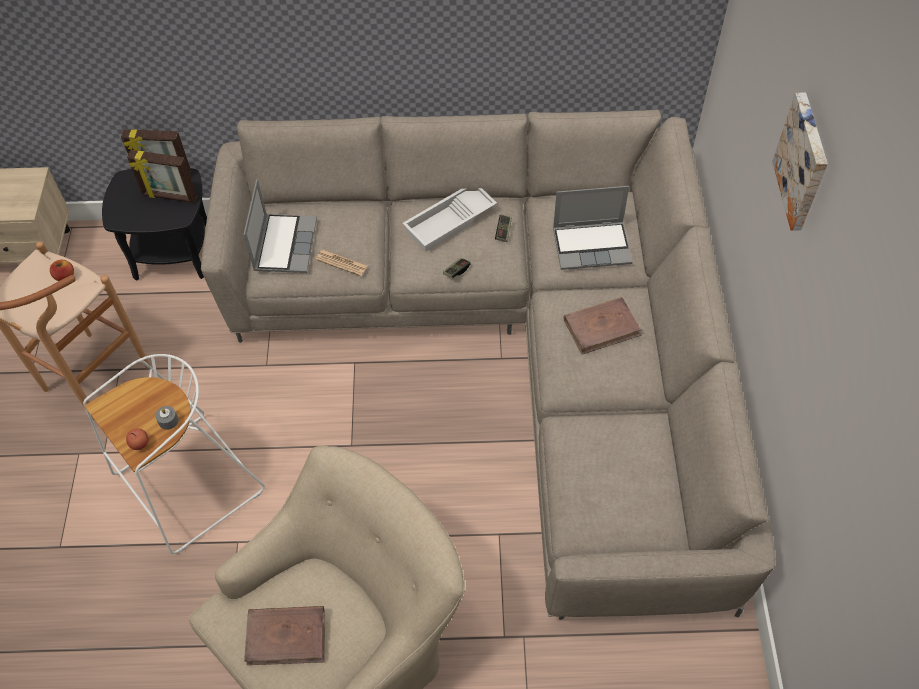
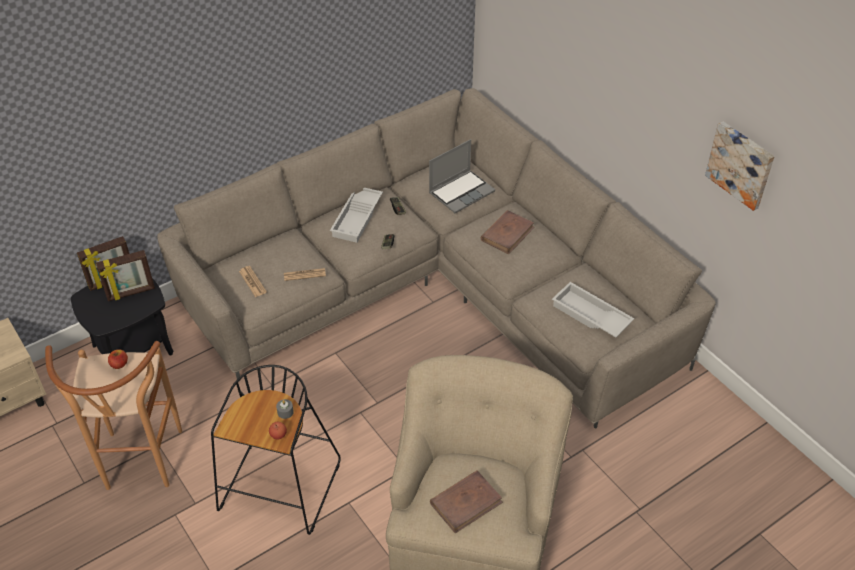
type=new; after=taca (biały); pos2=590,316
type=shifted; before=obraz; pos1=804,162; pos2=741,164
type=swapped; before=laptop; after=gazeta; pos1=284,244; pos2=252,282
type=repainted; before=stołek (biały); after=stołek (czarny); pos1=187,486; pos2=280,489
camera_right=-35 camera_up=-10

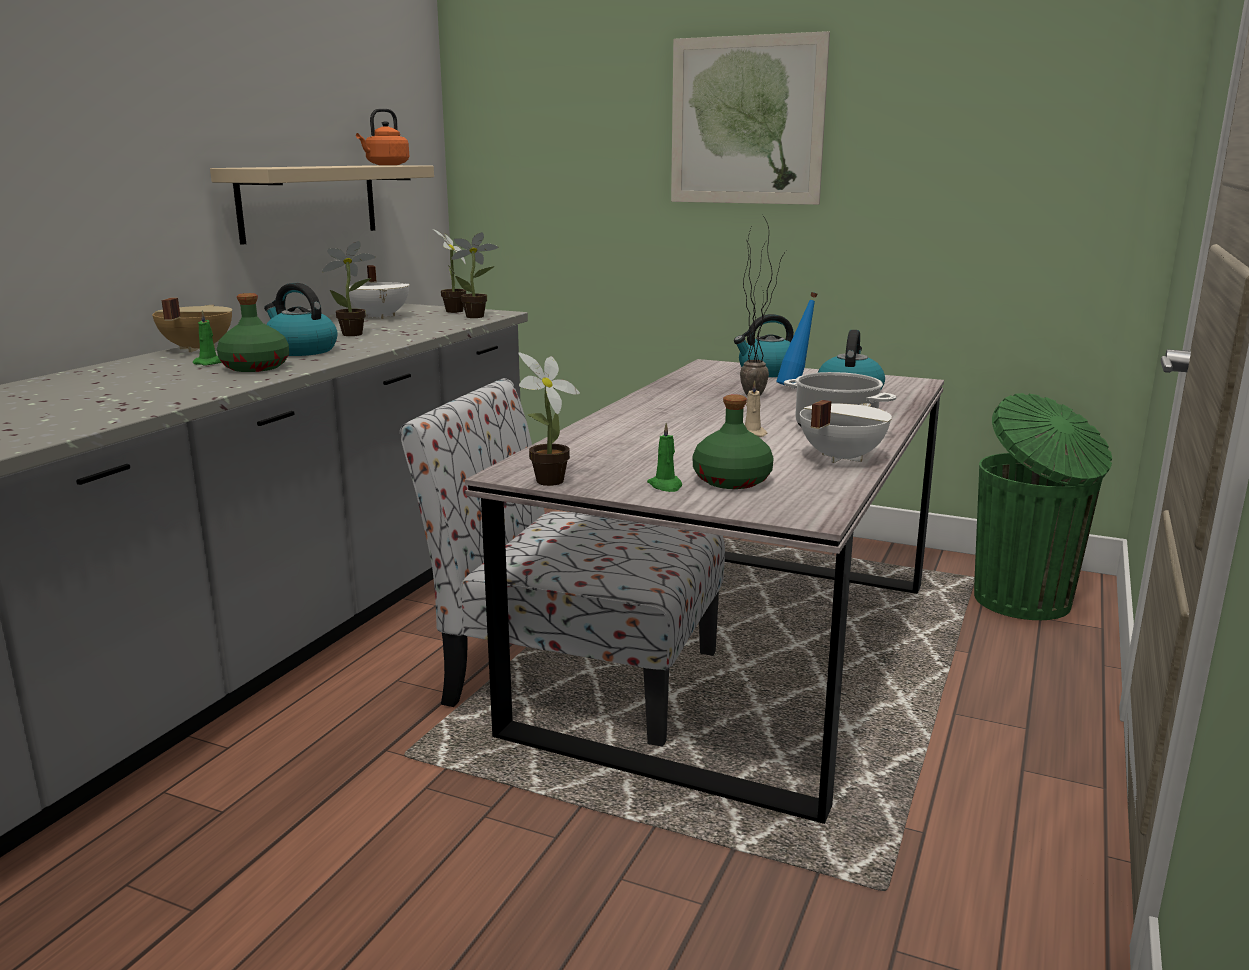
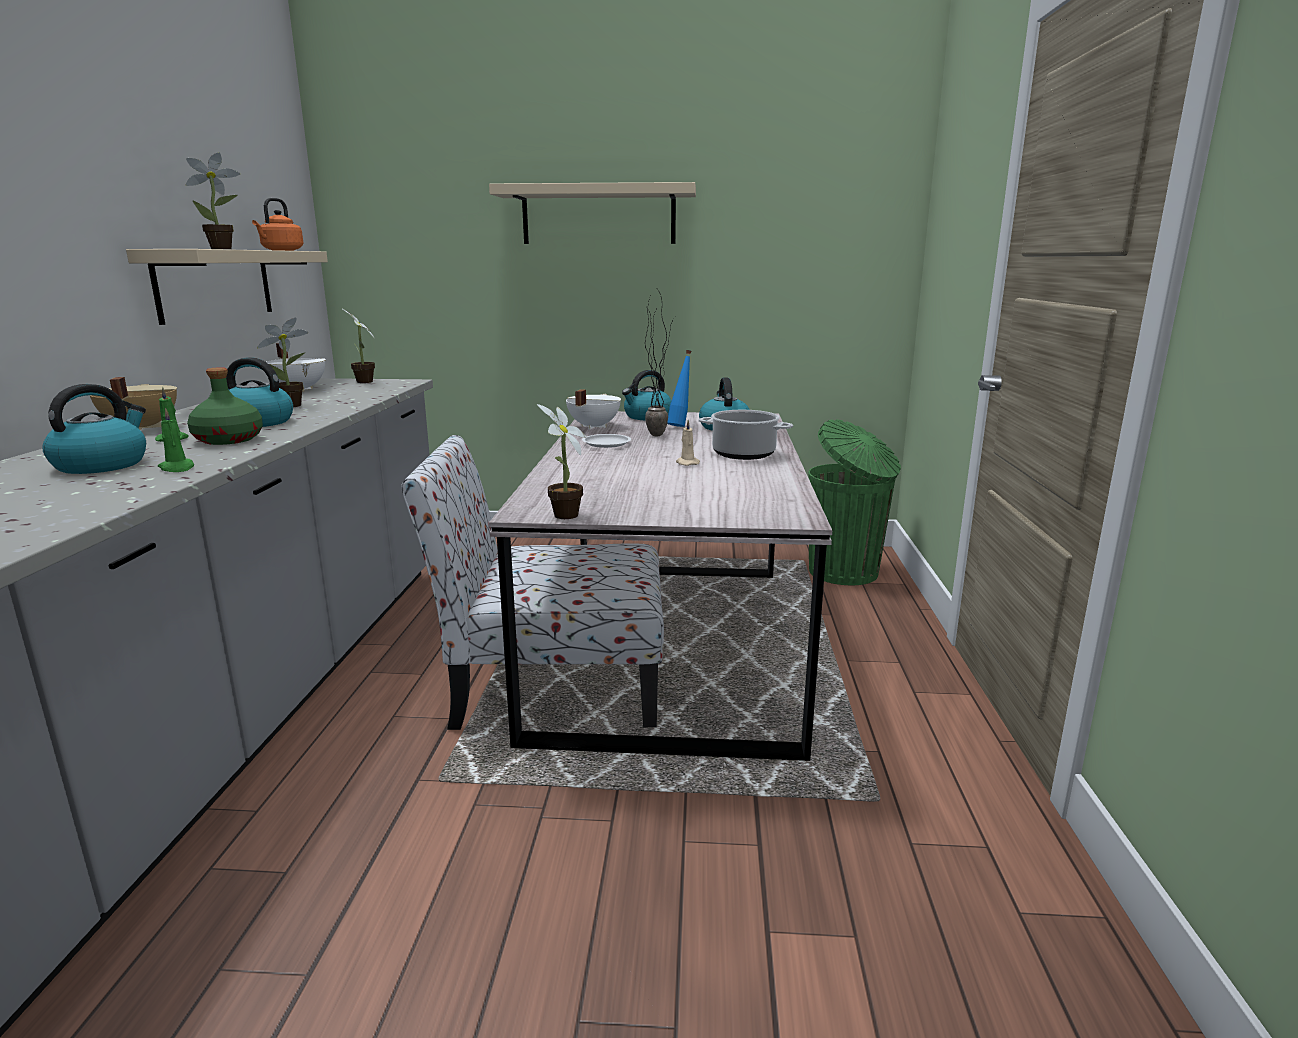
type=gone; before=butelka (zielony); pos1=731,481
type=new; after=czajnik; pos2=102,465
type=new; after=talerz (biały); pos2=607,444
type=shifted; before=roślina doniczkowa; pos1=478,316; pos2=225,249
type=shifted; before=świeca (zielony); pos1=666,486; pos2=177,468
type=shifted; before=garnek (biały); pos1=839,458; pos2=592,426
type=swapped; before=obraz; after=półka (beżowy); pos1=746,121; pos2=598,215
camera_right=-20 camera_up=0

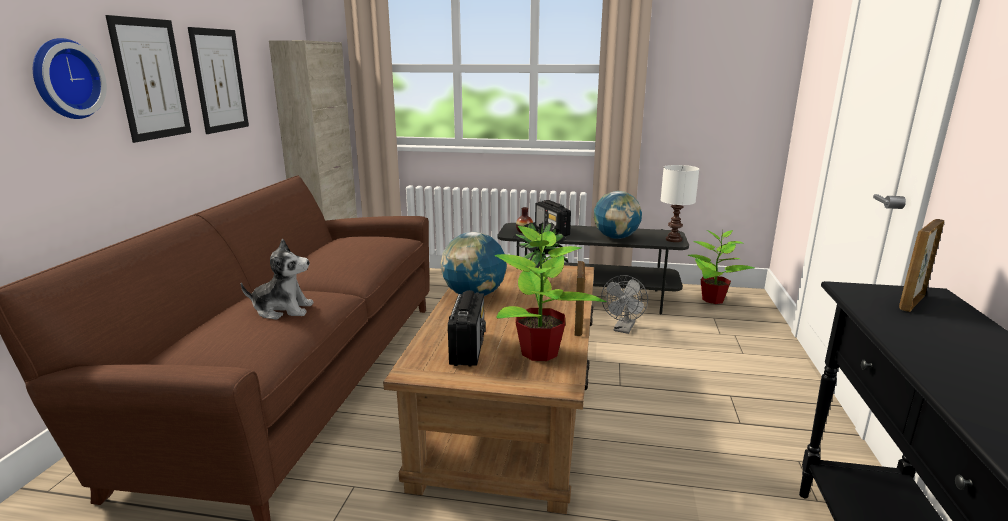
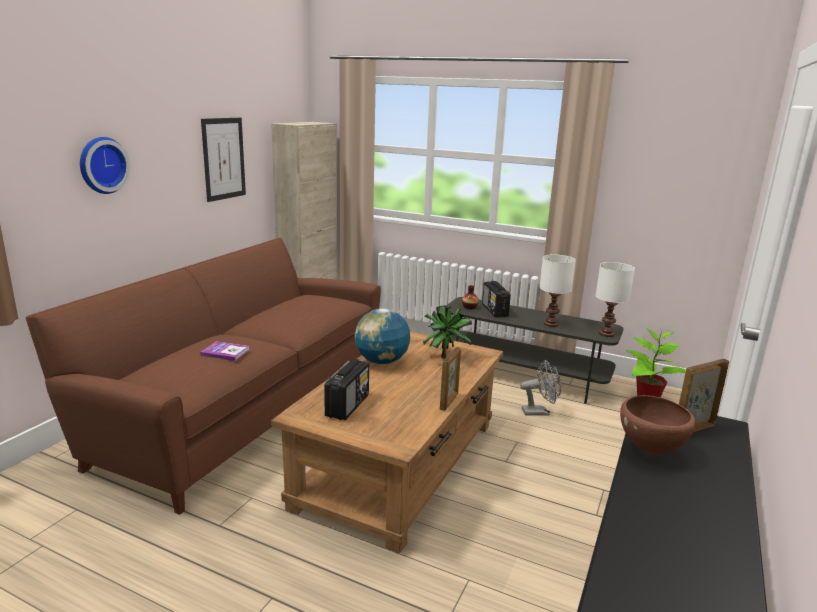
type=gone; before=obraz; pos1=151,79
type=gone; before=roślina doniczkowa; pos1=540,352
type=new; after=miska (brązowy); pos2=651,451
type=swapped; before=pluszak; after=książka; pos1=283,310; pos2=225,352
type=swapped; before=globus; after=lampa stołowa (biały); pos1=616,237; pos2=551,324
type=rotated; before=wentylator (szary); pos1=623,329; pos2=539,412; turn=-135
camera_right=15 camera_up=0

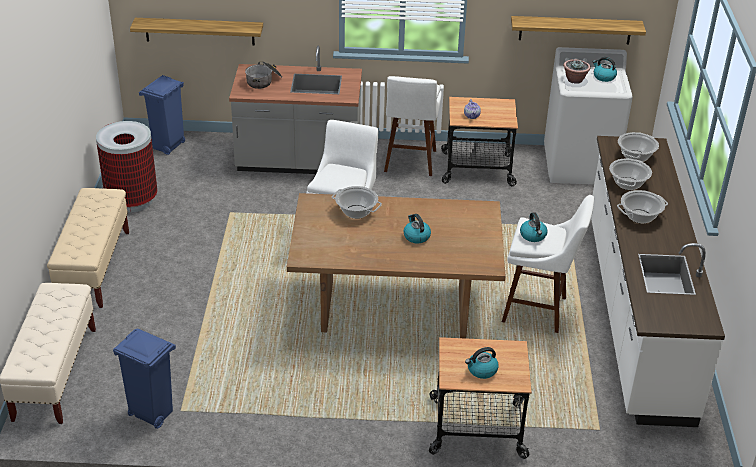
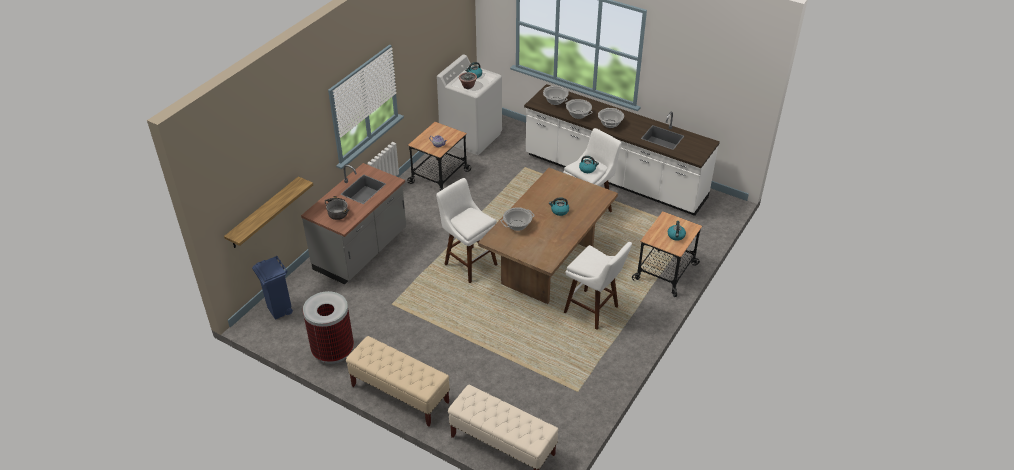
type=gone; before=kosz na śmieci (niebieski); pos1=151,414
type=gone; before=półka; pos1=575,30
type=shifted; before=stołek (biały); pos1=410,163; pos2=594,311
camera_right=-60 camera_up=5

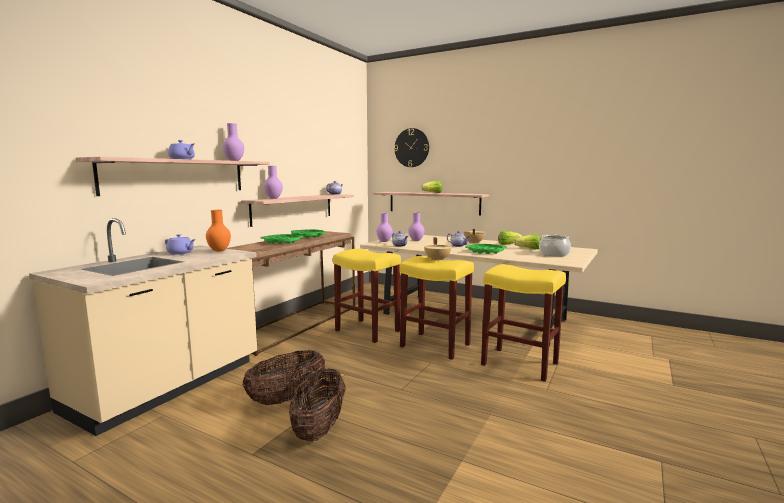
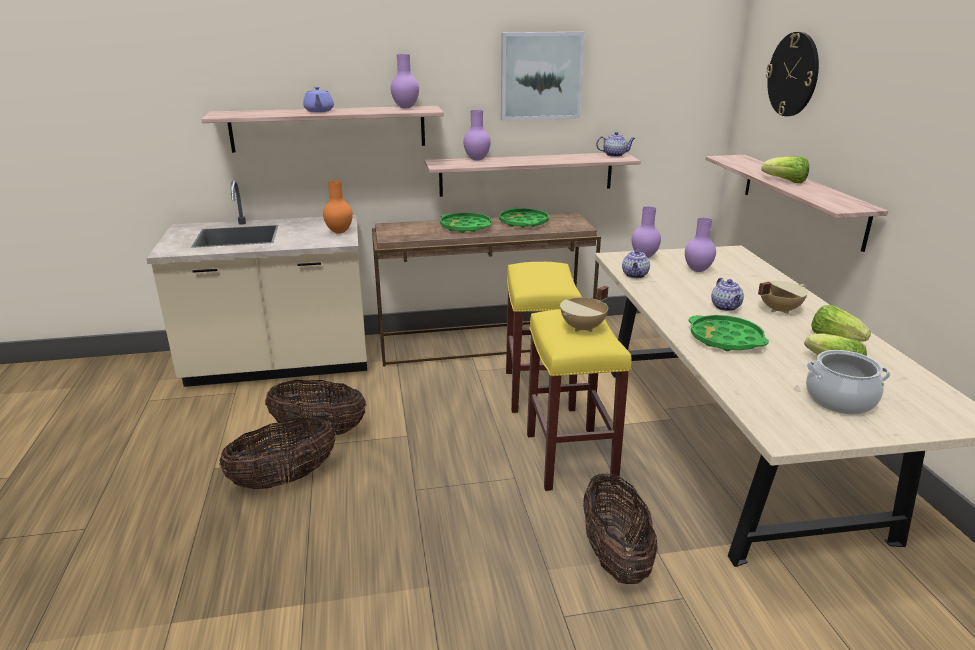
type=gone; before=imbryk (fioletowy); pos1=181,253
type=new; after=obraz; pos2=541,76
type=swapped; before=stołek (żółty); after=koszyk; pos1=518,364; pos2=615,556
camera_right=50 camera_up=15

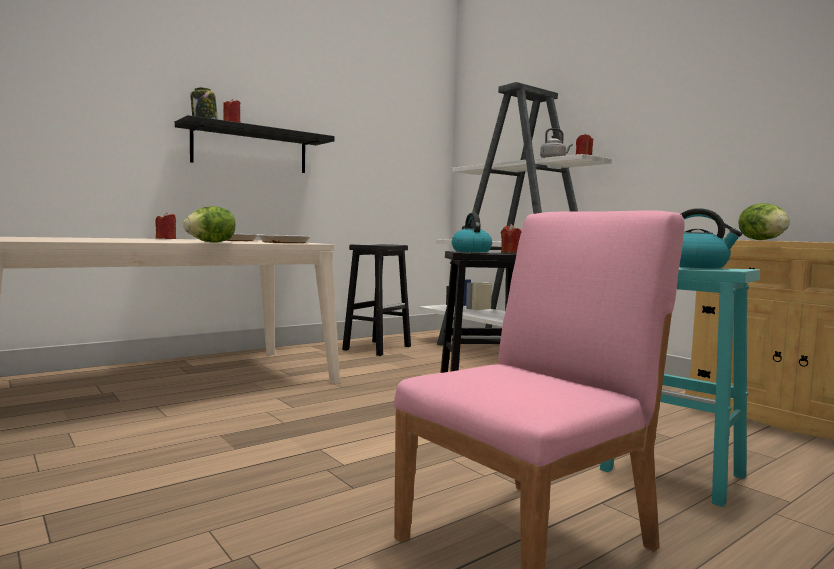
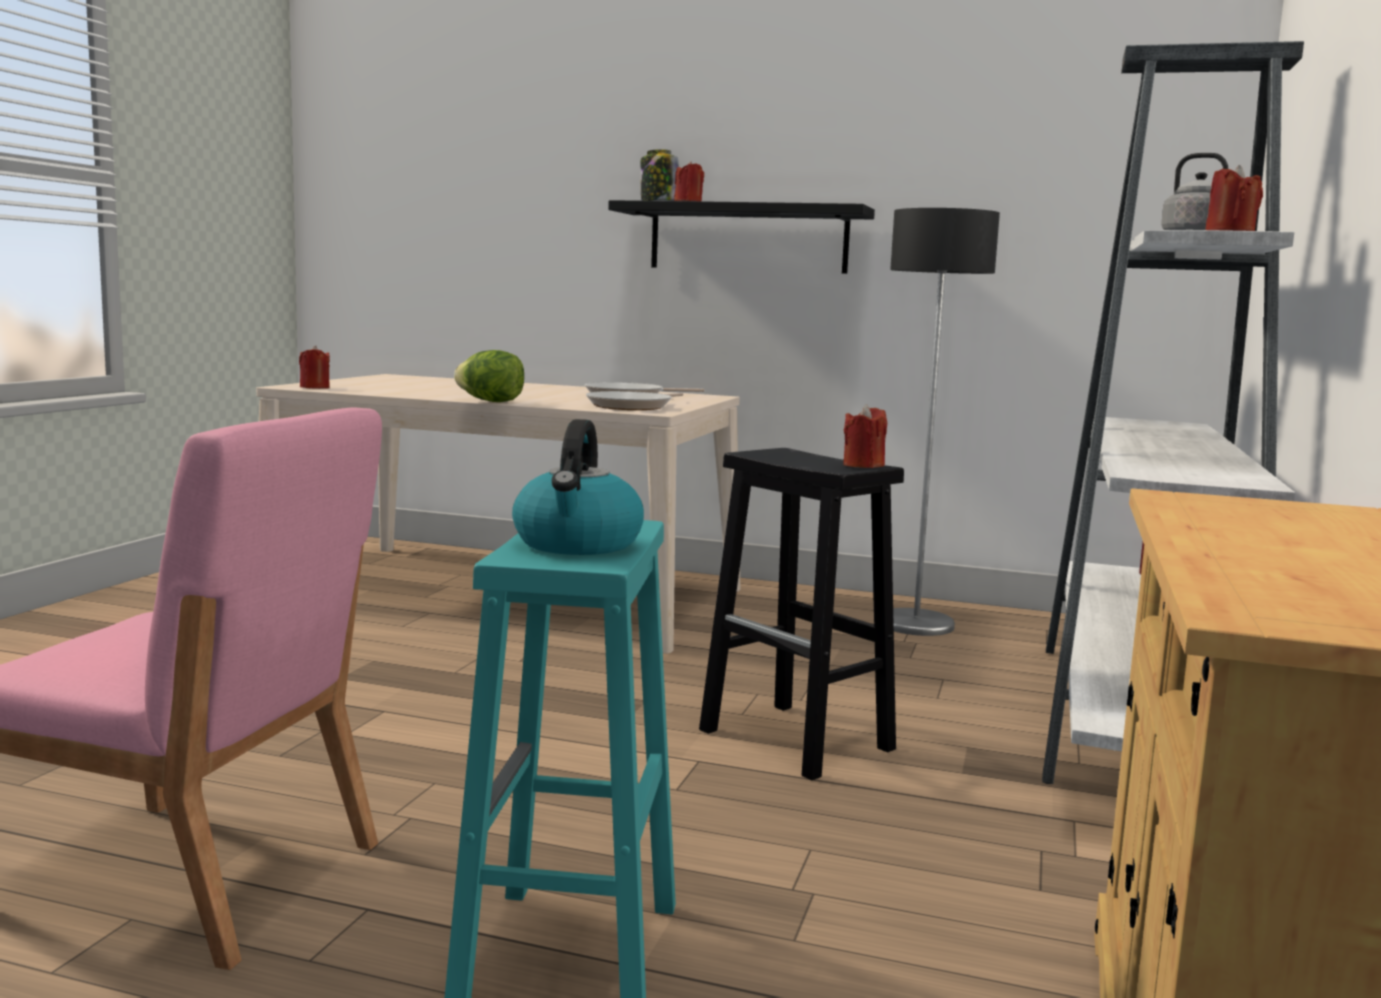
type=gone; before=czajnik; pos1=471,251
type=gone; before=sałata; pos1=762,240
type=shifted; before=świeca (czerwony); pos1=166,239; pos2=314,388
type=swapped; before=stołek (czarny); after=lampa stojąca; pos1=377,348; pos2=916,624
camera_right=55 camera_up=5

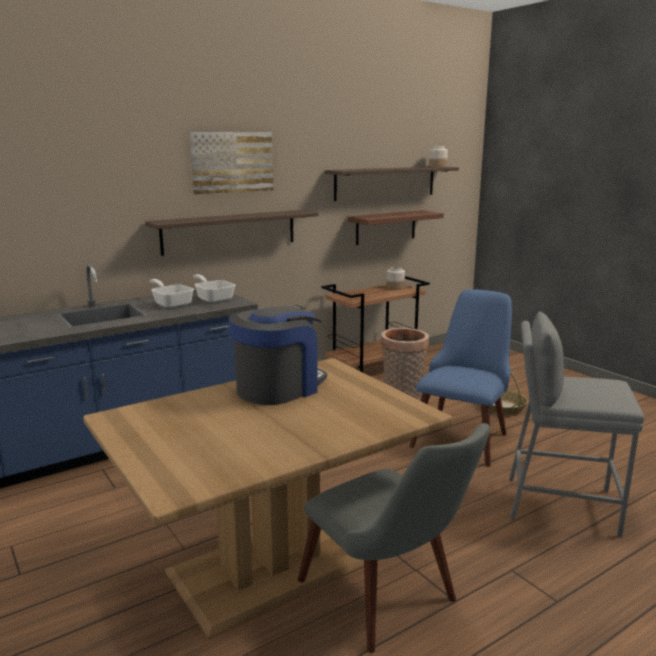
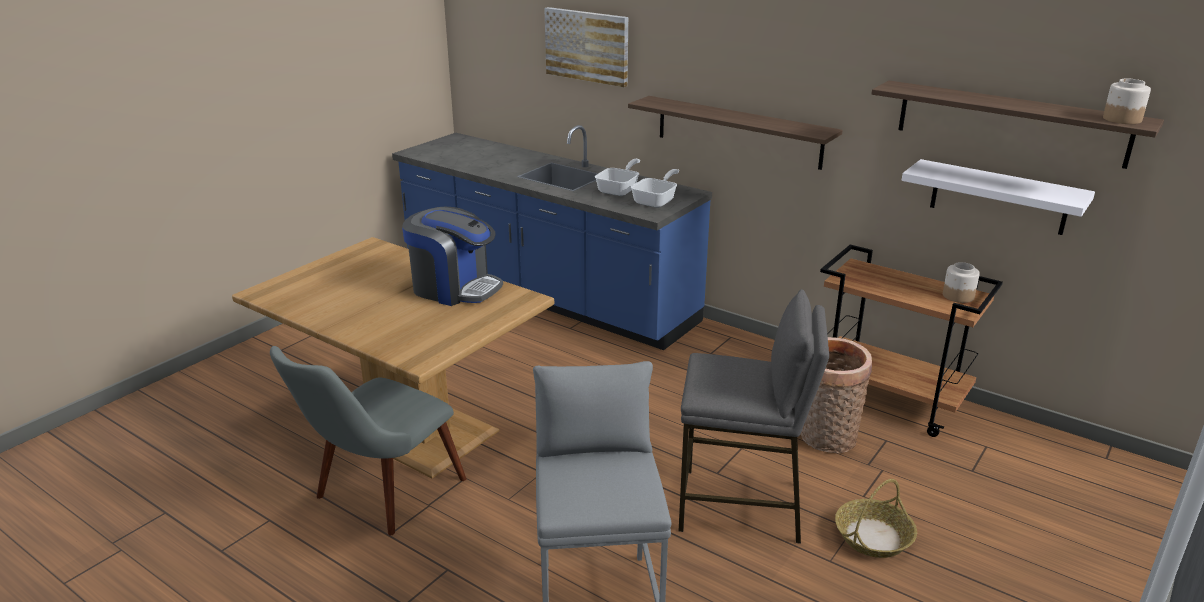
type=shifted; before=obraz; pos1=232,162; pos2=587,46
type=swapped; before=krzesło (niebieski); after=stołek (szary); pos1=463,435; pos2=741,506
type=repainted; before=półka (brązowy); after=półka (biały); pos1=386,227; pos2=998,197
camera_right=70 camera_up=10

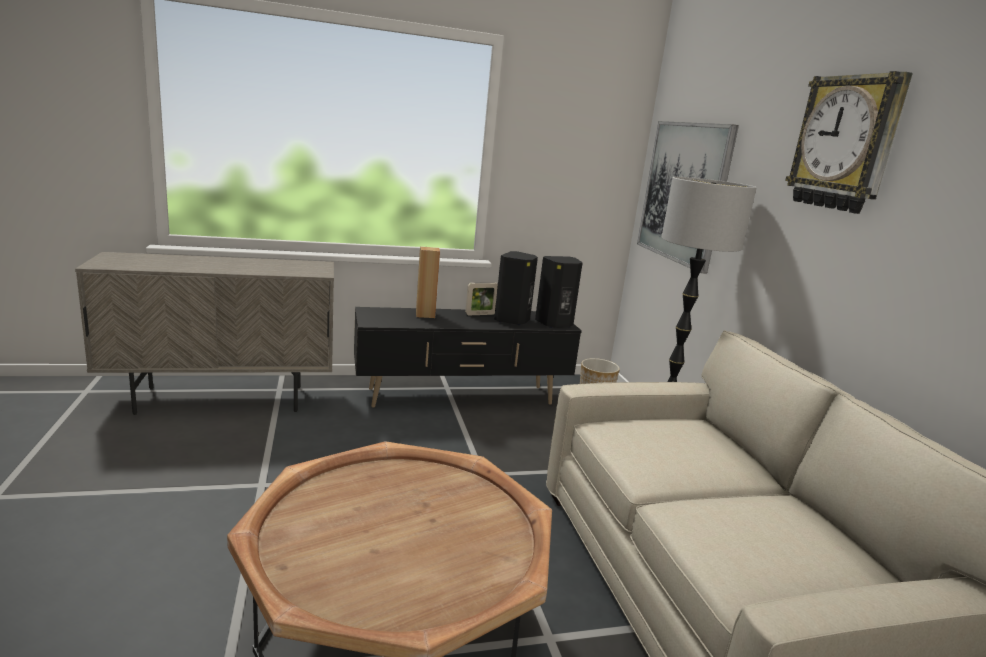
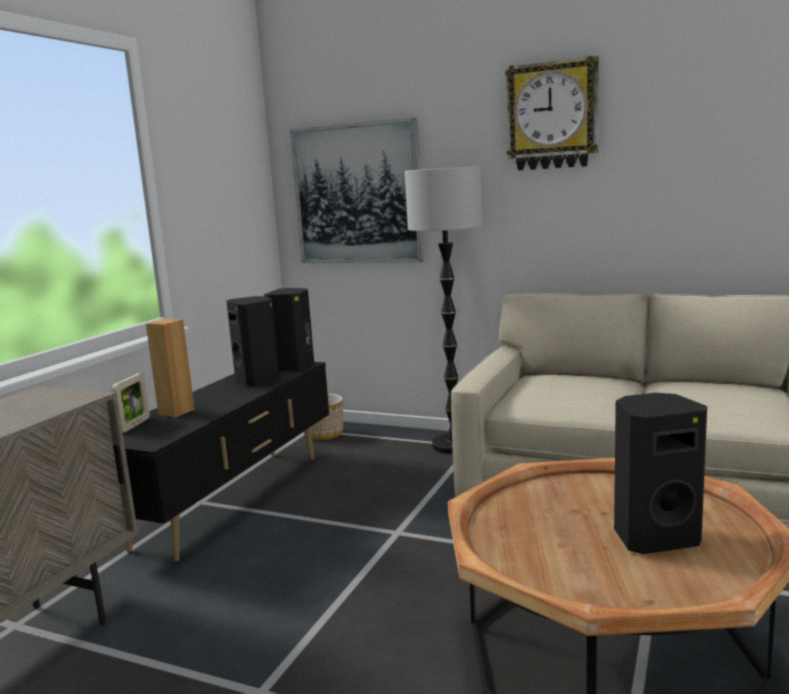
type=new; after=głośnik (czarny); pos2=654,537
type=shifted; before=ramka na zdjęcie; pos1=480,314; pos2=134,425
camera_right=-50 camera_up=-5

